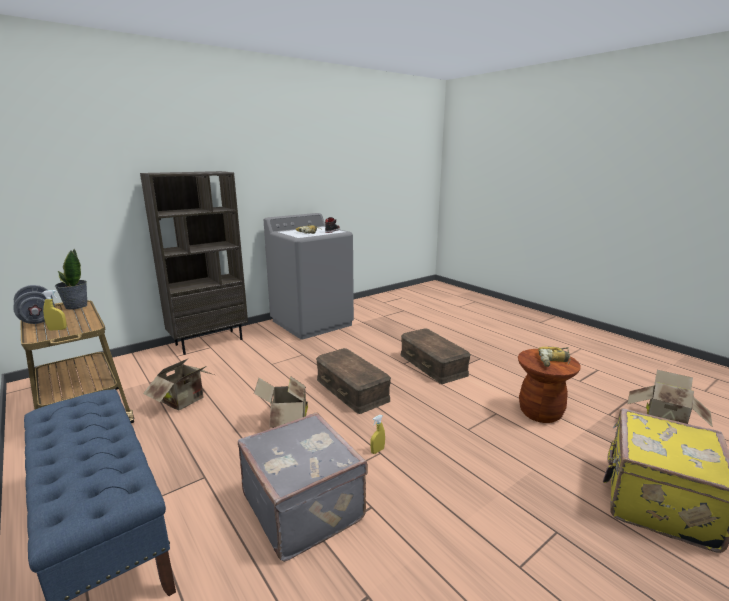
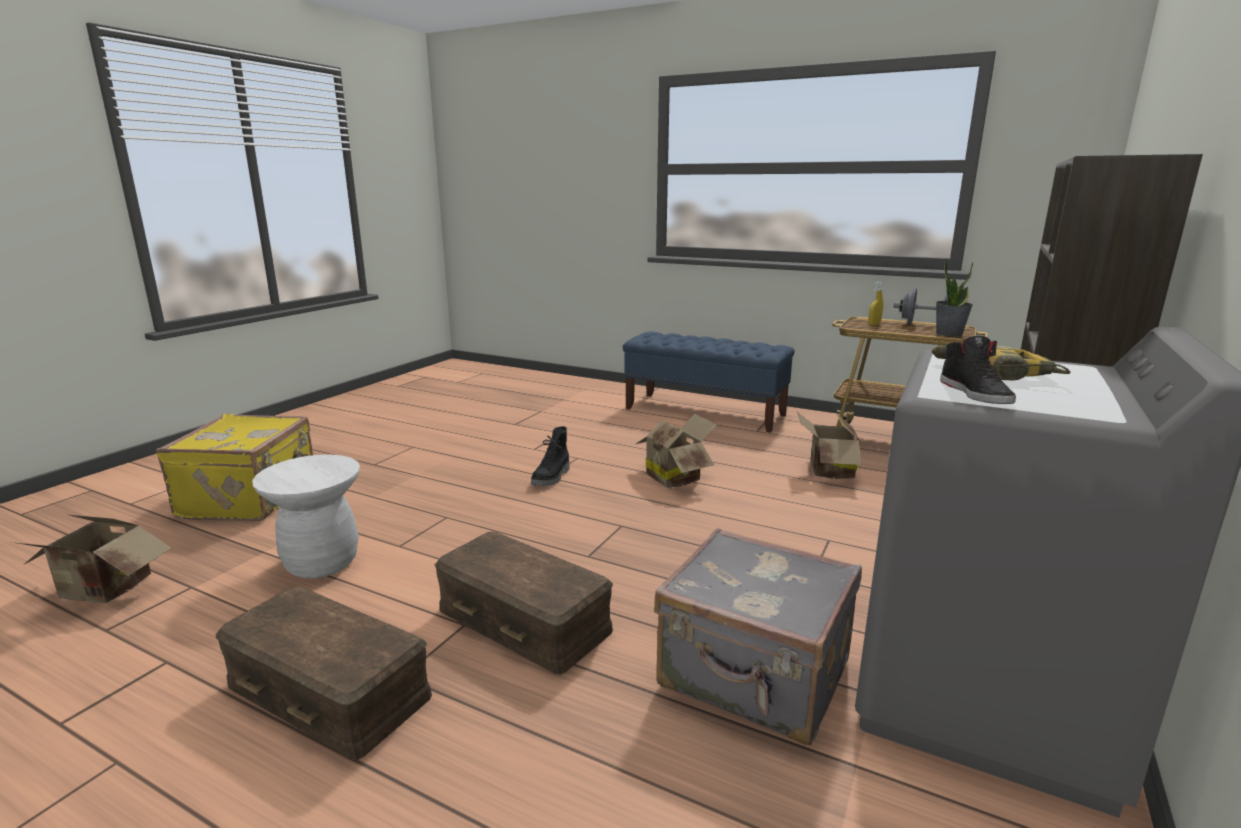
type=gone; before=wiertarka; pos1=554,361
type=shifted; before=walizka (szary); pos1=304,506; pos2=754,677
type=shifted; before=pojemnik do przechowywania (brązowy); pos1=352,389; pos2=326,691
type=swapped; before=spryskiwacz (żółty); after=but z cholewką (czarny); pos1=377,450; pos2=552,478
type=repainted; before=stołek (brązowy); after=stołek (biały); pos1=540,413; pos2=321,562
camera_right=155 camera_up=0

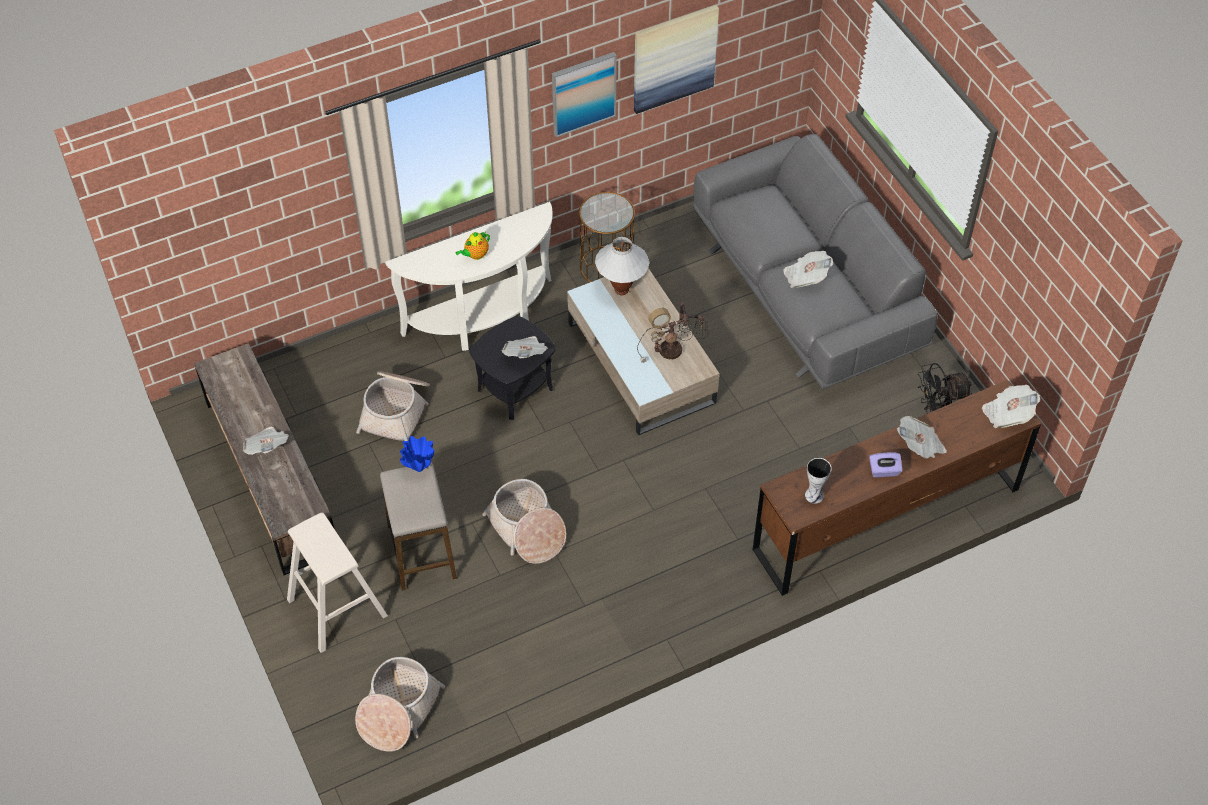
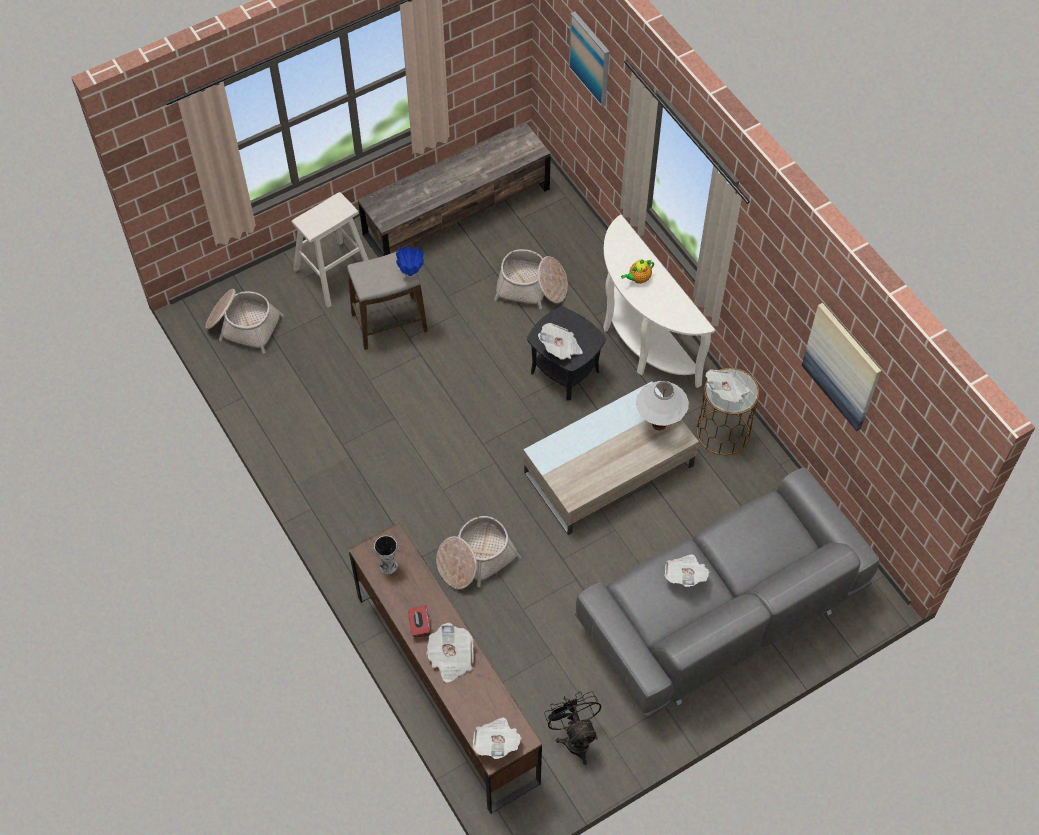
type=gone; before=lampa stołowa; pos1=672,351
type=shifted; before=gazeta; pos1=267,448; pos2=726,392
type=shifted; before=koszyk; pos1=527,530; pos2=475,559
type=shifted; before=obraz; pos1=583,93; pos2=590,58
type=repainted; before=pudełko chusteczek (fioletowy); after=pudełko chusteczek (czerwony); pos1=884,471; pos2=419,626
type=rotated; before=imbryk; pos1=475,255; pos2=638,279; turn=-75
camera_right=85 camera_up=5

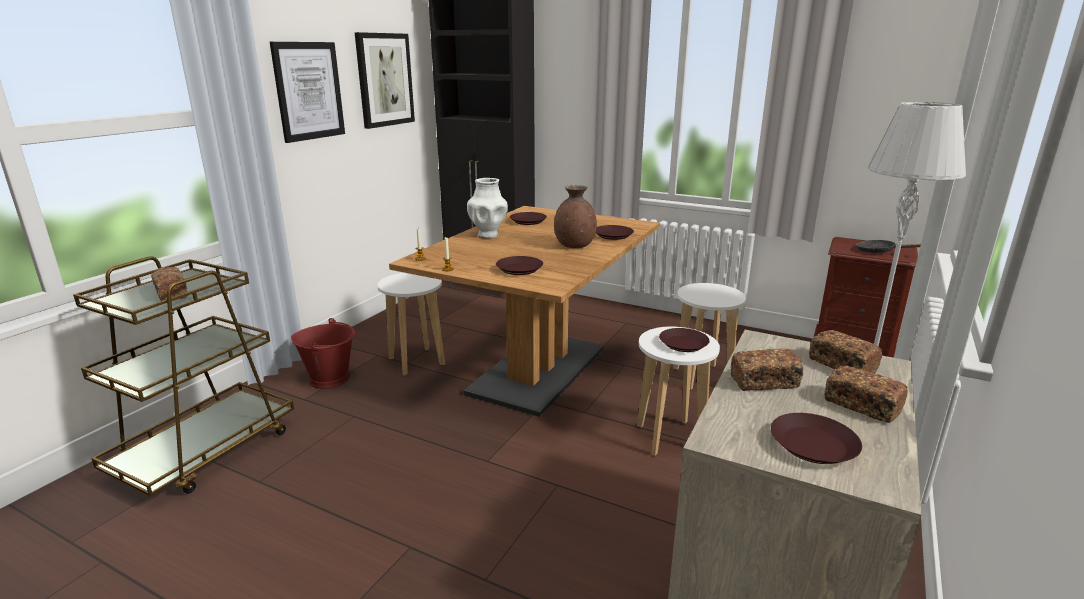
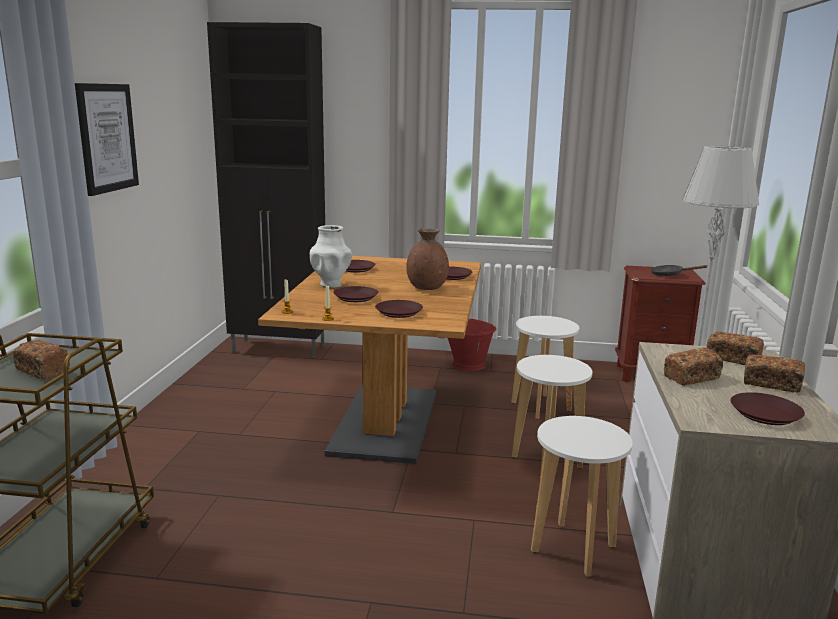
type=gone; before=obraz; pos1=384,80
type=shifted; before=wiadro (czerwony); pos1=330,378; pos2=469,365
type=shifted; before=stołek (biały); pos1=416,362; pos2=572,549
type=shifted; before=talerz (brązowy); pos1=683,344; pos2=356,298
camera_right=-20 camera_up=-5

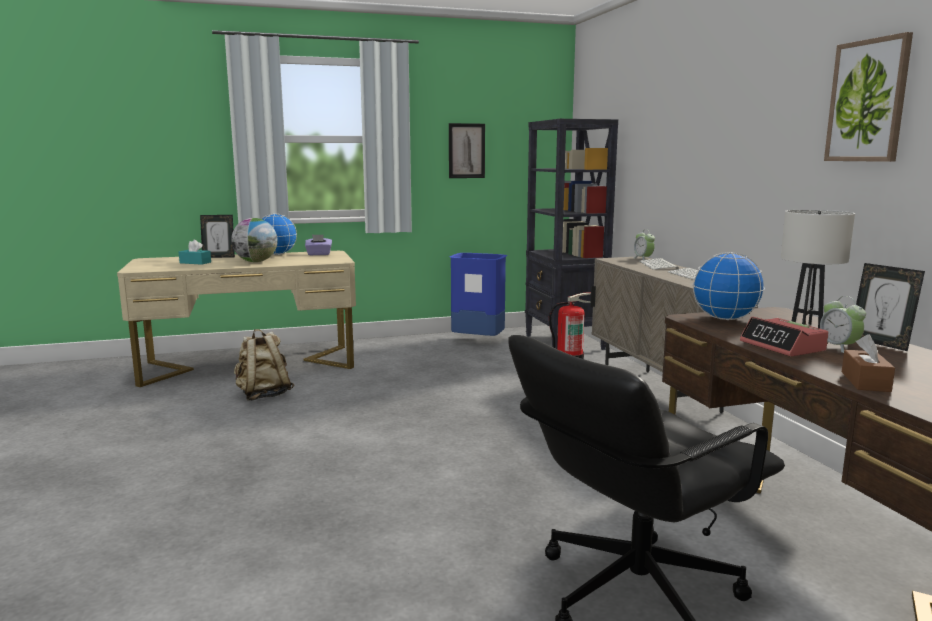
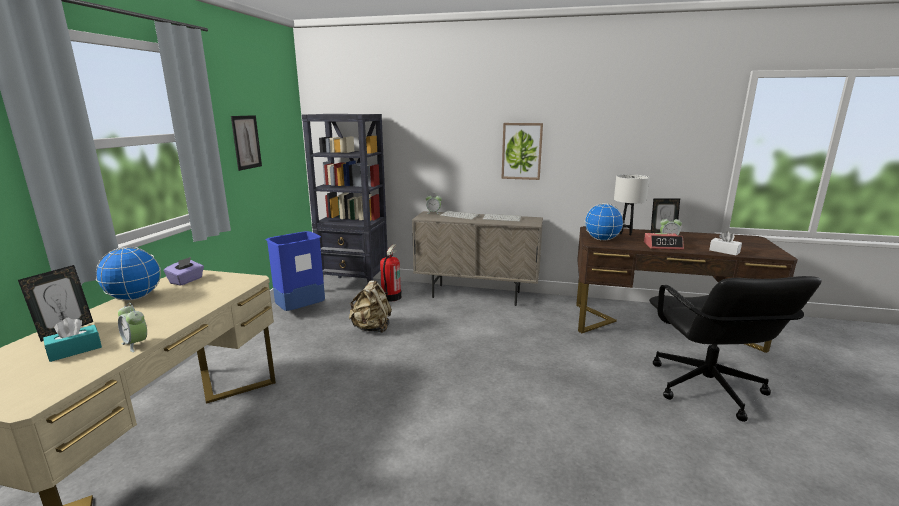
type=gone; before=globus; pos1=256,262
type=new; after=budzik; pos2=136,344
type=shifted; before=plecak (beżowy); pos1=263,395; pos2=372,328
type=shifted; before=obraz; pos1=868,101; pos2=521,151
type=repainted; before=pudełko chusteczek (brązowy); after=pudełko chusteczek (biały); pos1=865,381; pos2=724,251
camera_right=-60 camera_up=5

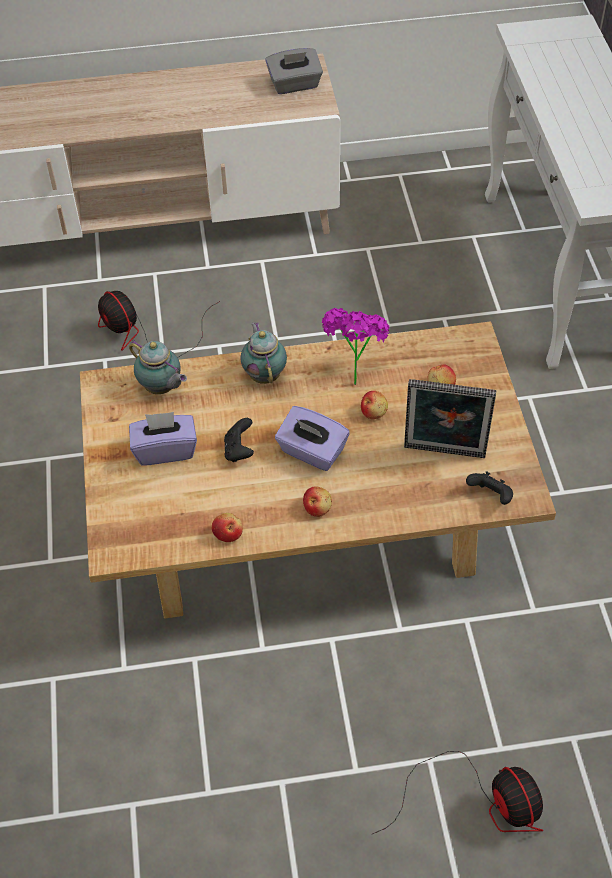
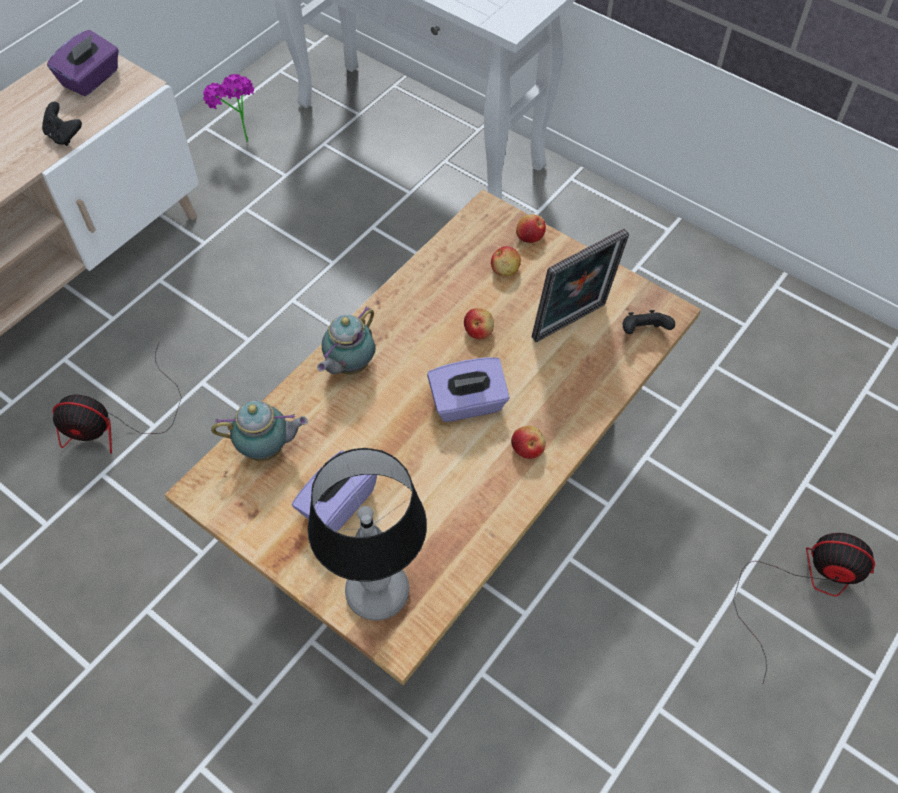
type=new; after=lampa stołowa; pos2=376,592
type=shifted; before=jabłko; pos1=228,534; pos2=529,236
type=shifted; before=pad do gier (czarny); pos1=239,450; pos2=64,136
type=shifted; before=roślina doniczkowa; pos1=353,375; pos2=240,137
type=repainted; before=pudełko chusteczek (szary); after=pudełko chusteczek (fioletowy); pos1=295,85; pos2=91,79
type=rotated; before=imbryk; pos1=264,374; pos2=349,366; turn=-90
camera_right=-45 camera_up=5

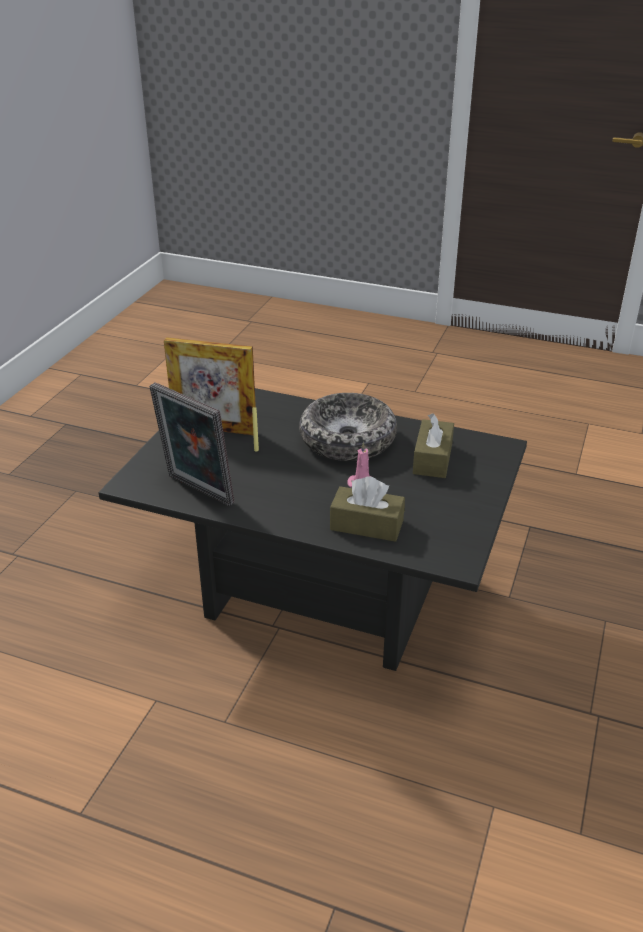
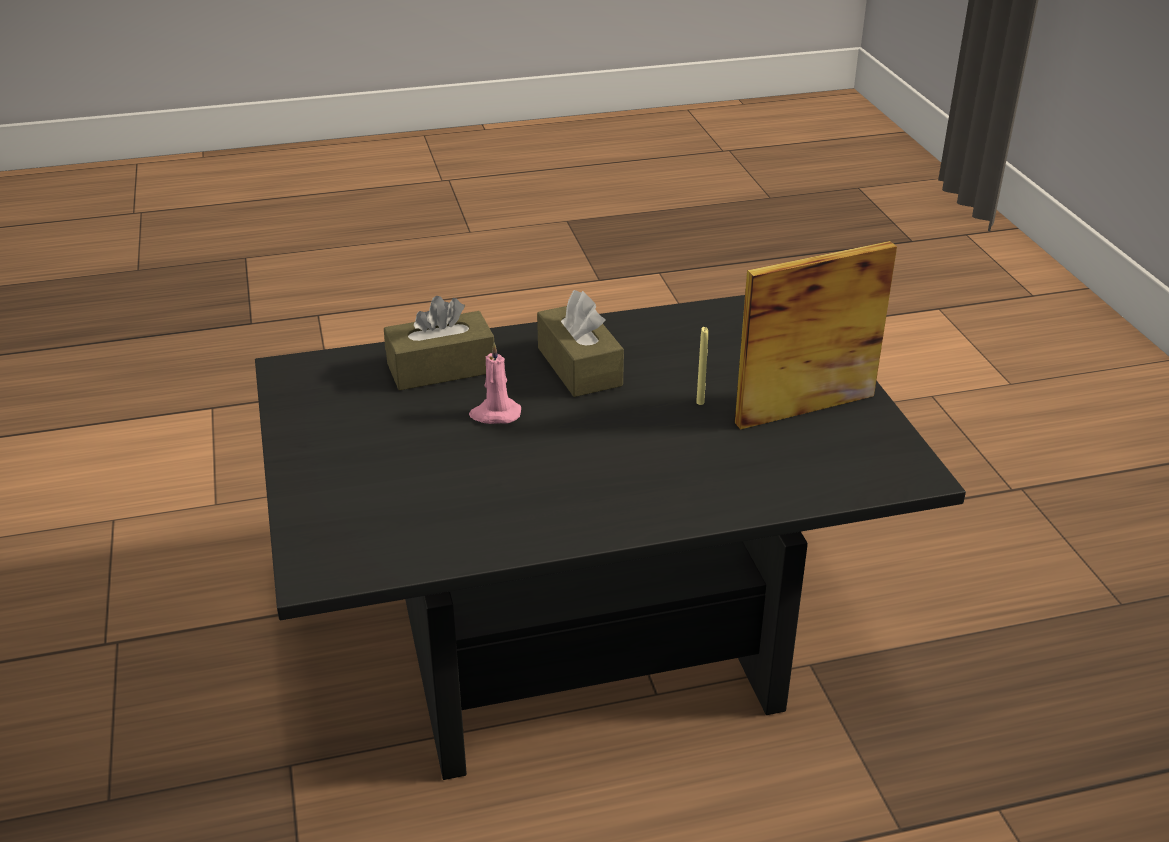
type=gone; before=ramka na zdjęcie; pos1=197,492
type=gone; before=miska; pos1=347,440
type=shifted; before=pudełko chusteczek (brązowy); pos1=432,459; pos2=579,367
camera_right=145 camera_up=0

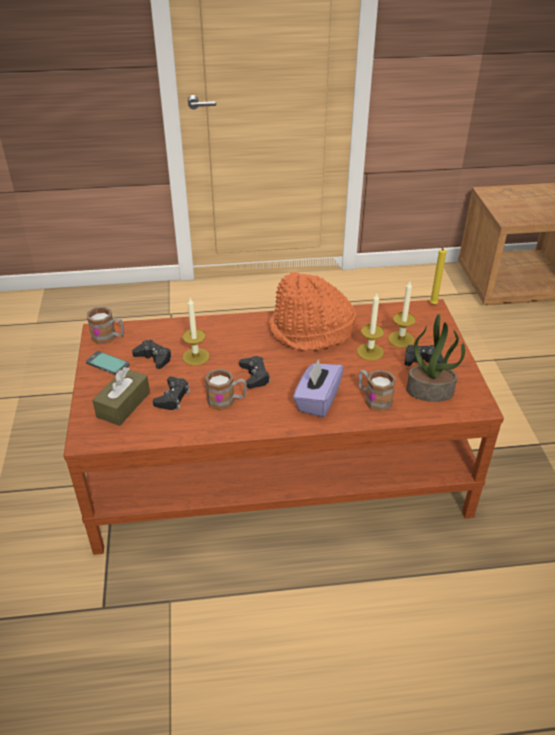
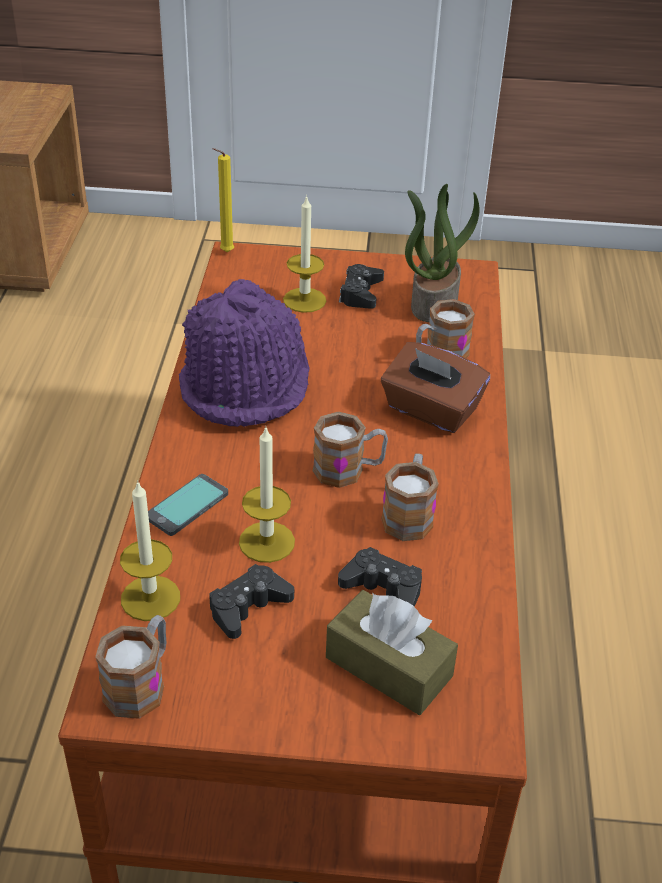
type=shifted; before=telefon; pos1=107,364; pos2=187,506
type=shifted; before=świeca; pos1=370,352; pos2=150,598
type=swapped; before=pad do gier (czarny); after=kubek; pos1=255,376; pos2=349,470
type=repainted; before=kapelusz (pomarańczowy); after=kapelusz (fioletowy); pos1=311,331; pos2=246,385
type=repainted; before=pudełko chusteczek (fioletowy); after=pudełko chusteczek (brązowy); pos1=317,400; pos2=430,410
camera_right=-80 camera_up=0

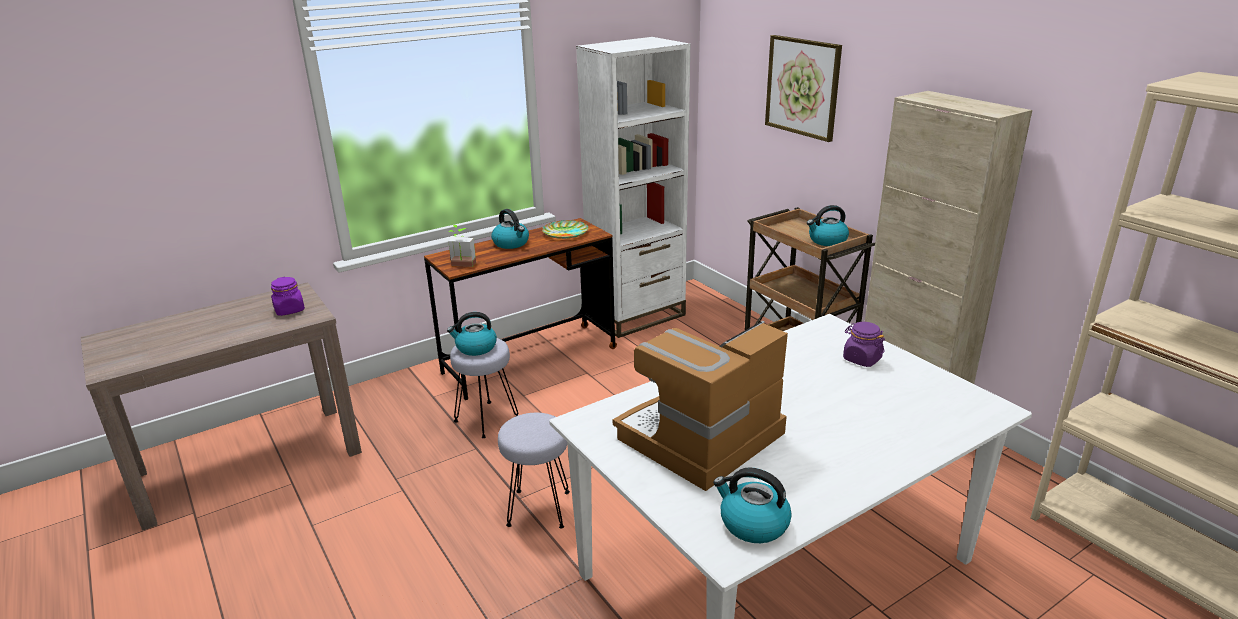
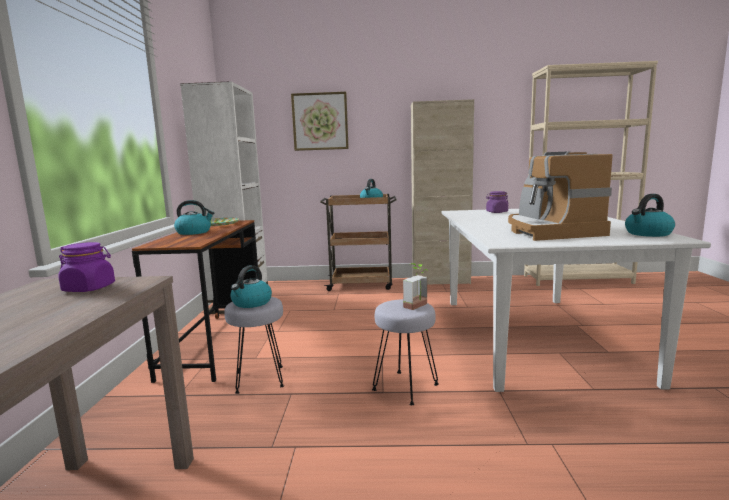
type=shifted; before=roślina doniczkowa; pos1=462,266; pos2=419,306
camera_right=-55 camera_up=-15

